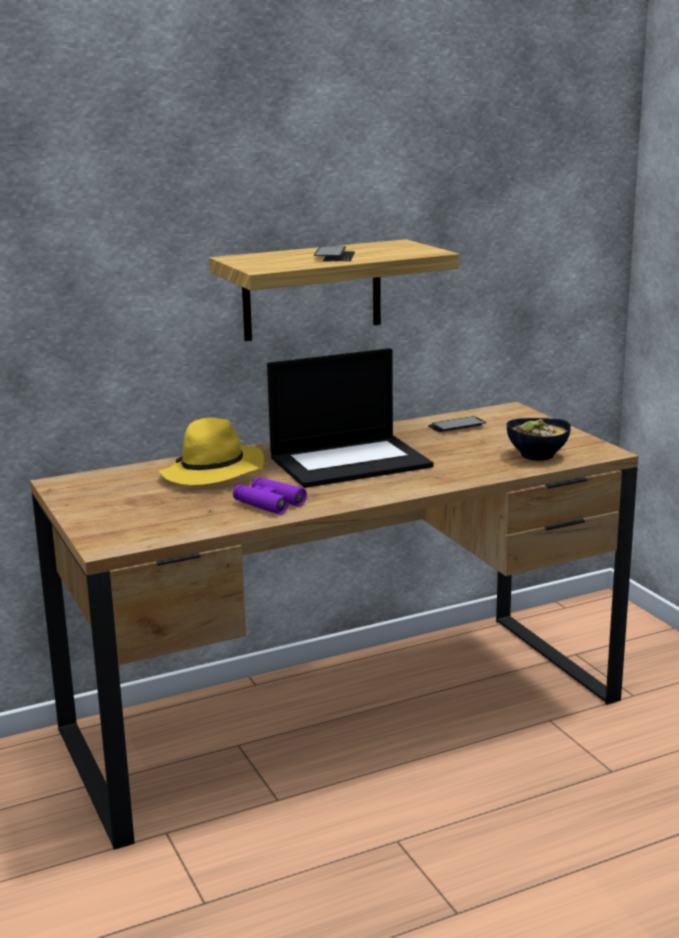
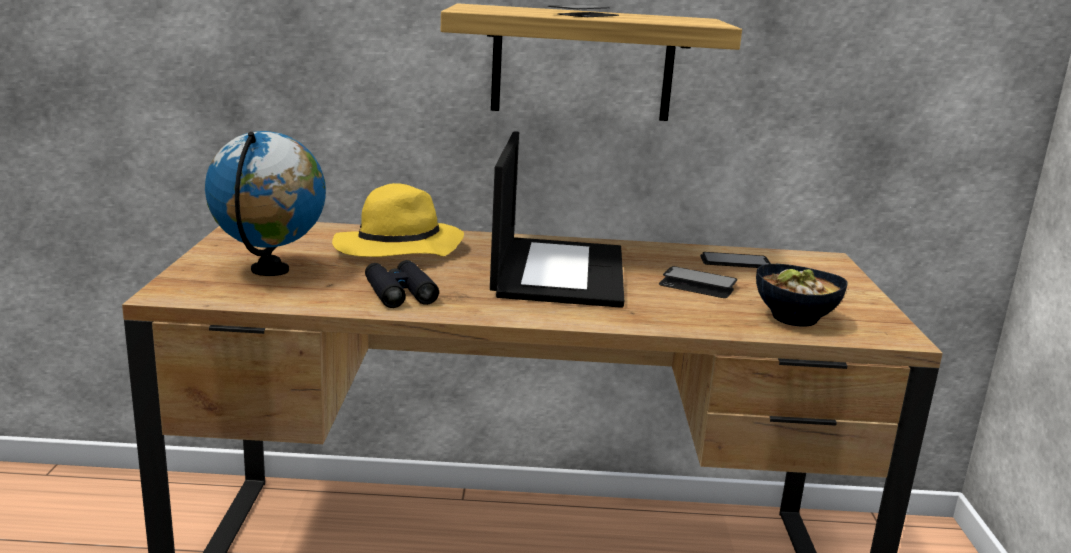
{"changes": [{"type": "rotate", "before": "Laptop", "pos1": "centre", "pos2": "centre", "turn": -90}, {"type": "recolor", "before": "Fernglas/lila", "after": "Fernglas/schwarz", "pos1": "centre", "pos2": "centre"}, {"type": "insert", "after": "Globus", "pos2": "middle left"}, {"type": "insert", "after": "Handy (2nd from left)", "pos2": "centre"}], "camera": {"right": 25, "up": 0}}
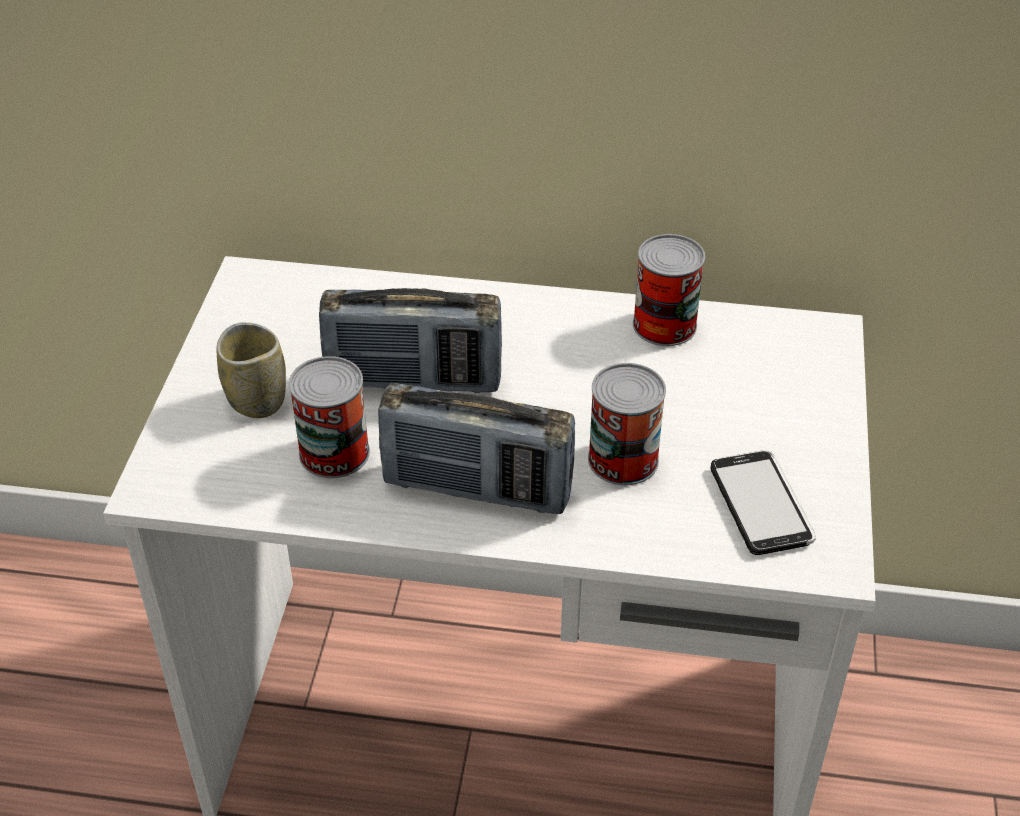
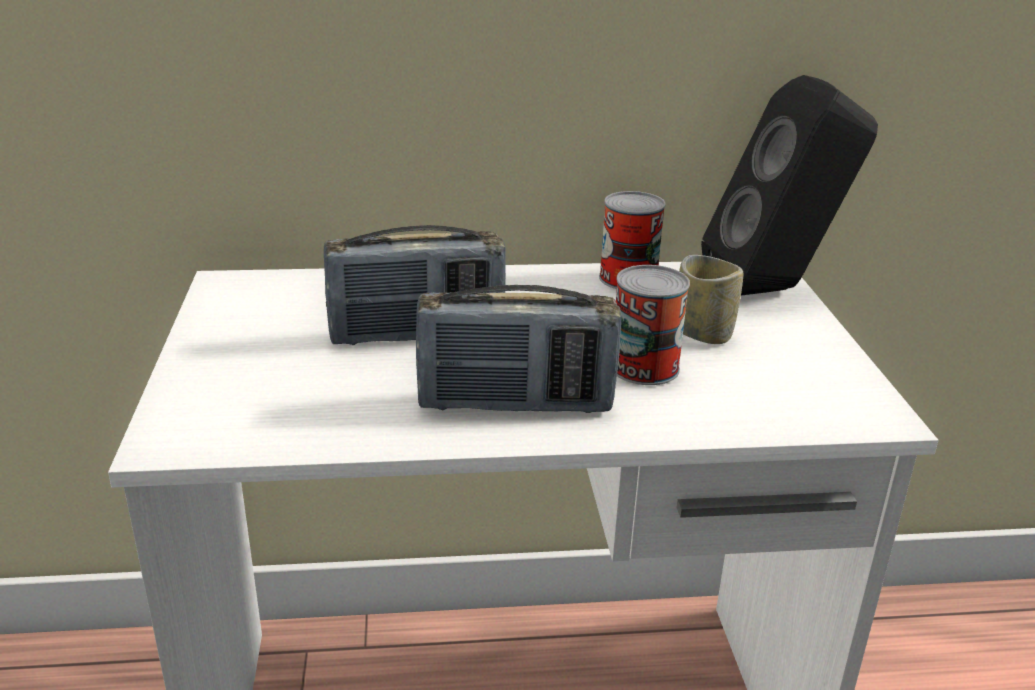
{"changes": [{"type": "move", "before": "Tasse", "pos1": "middle left", "pos2": "middle right"}, {"type": "delete", "before": "Dose (1st from left)", "pos1": "middle left"}, {"type": "delete", "before": "Handy", "pos1": "middle right"}, {"type": "insert", "after": "Lautsprecher/schwarz", "pos2": "top right"}], "camera": {"right": -15, "up": -15}}
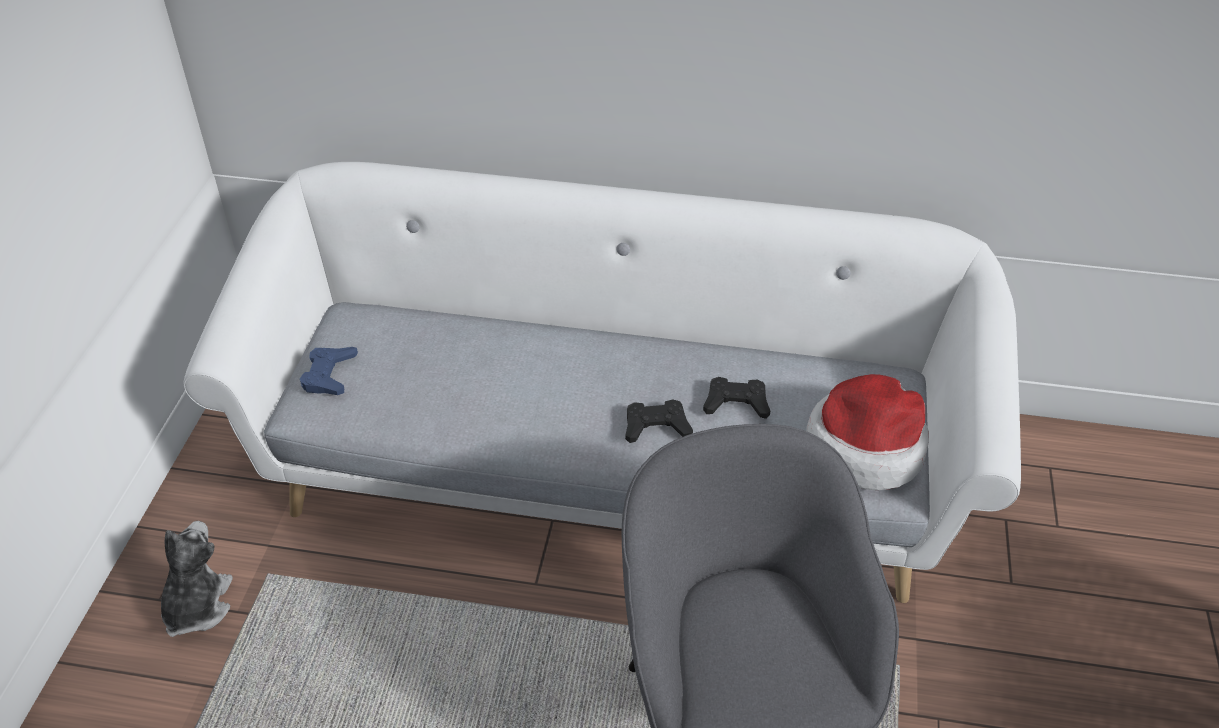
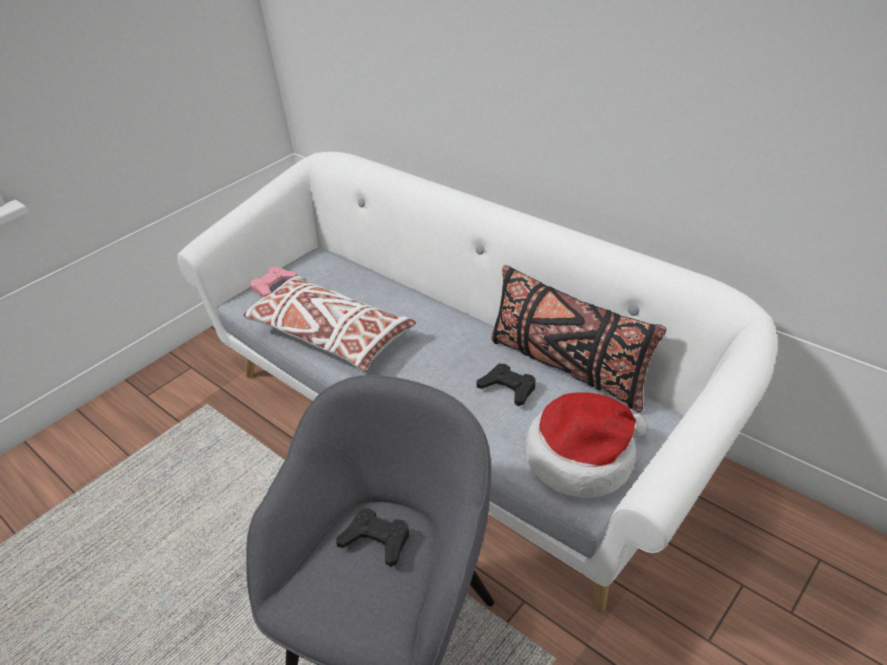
{"changes": [{"type": "recolor", "before": "Gamepad/blau", "after": "Gamepad/rosa", "pos1": "middle left", "pos2": "middle left"}, {"type": "move", "before": "Gamepad/schwarz (1st from left)", "pos1": "centre", "pos2": "bottom centre"}, {"type": "delete", "before": "Plüschtier", "pos1": "bottom left"}, {"type": "insert", "after": "Kissen/schwarz", "pos2": "centre"}, {"type": "insert", "after": "Kissen/weiß", "pos2": "centre"}], "camera": {"right": 35, "up": -5}}
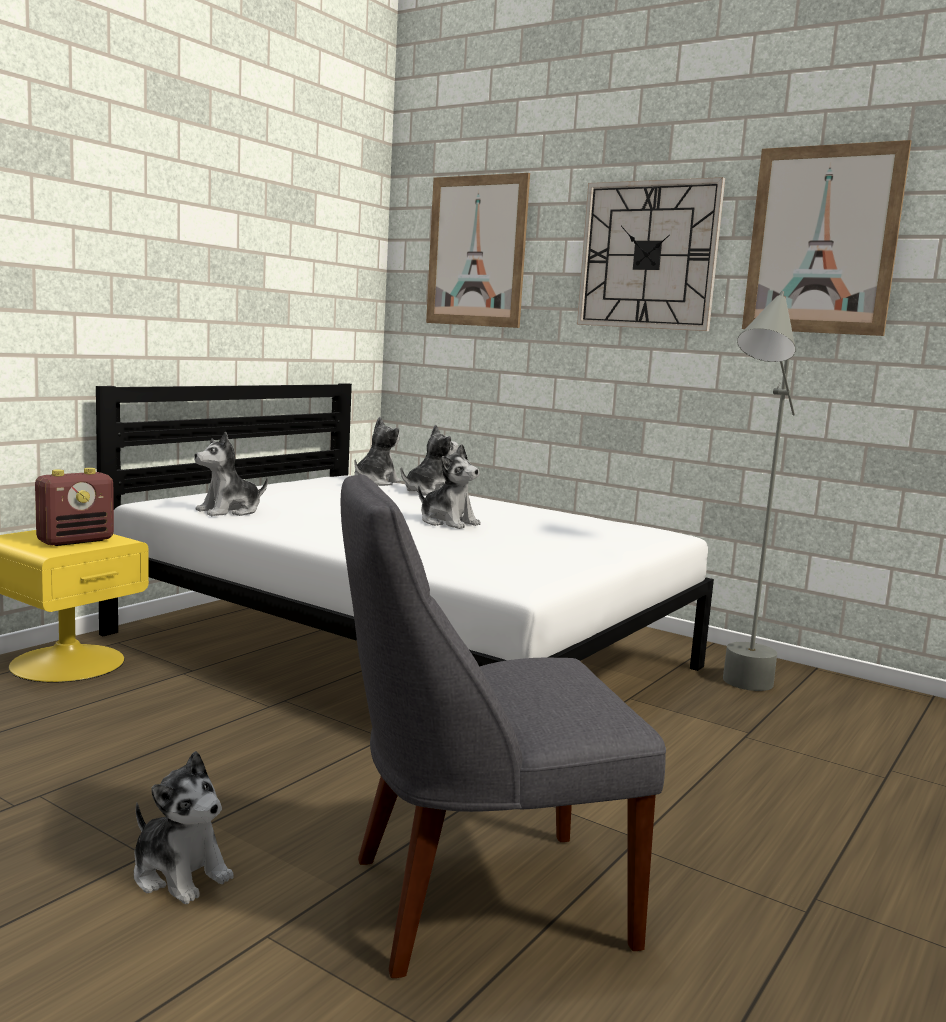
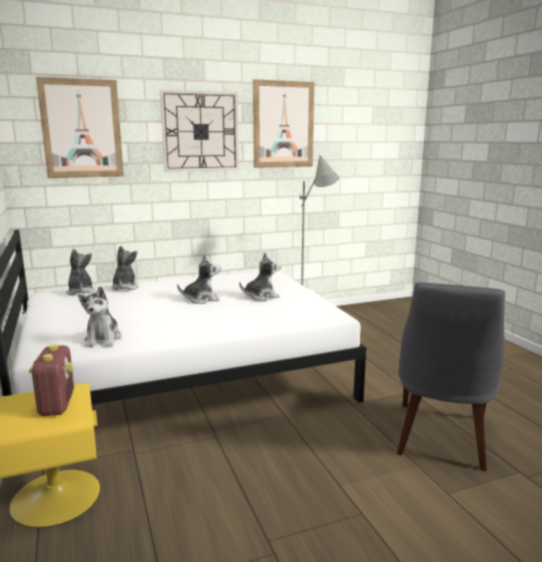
{"changes": [{"type": "move", "before": "Plüschtier (1st from left in the first image)", "after": "Plüschtier (5th from left)", "pos1": "bottom left", "pos2": "centre"}], "camera": {"right": -55, "up": 5}}
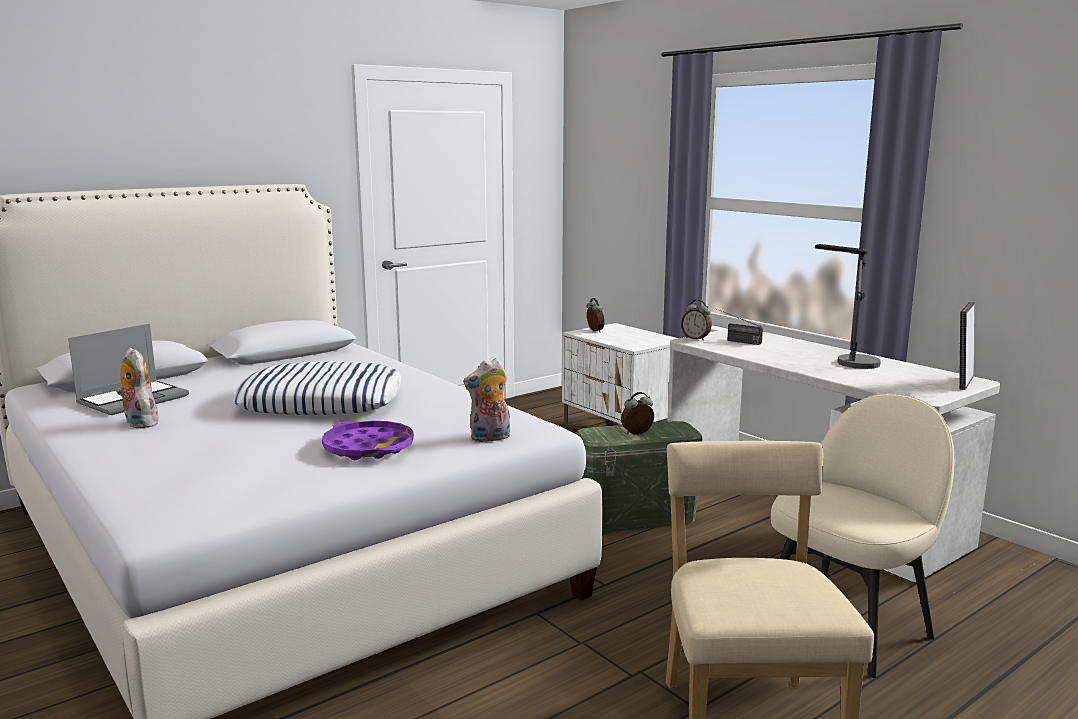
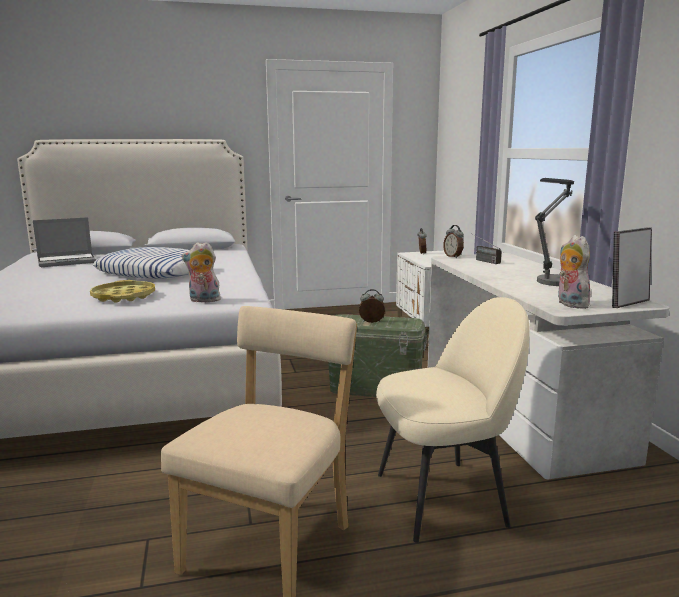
{"changes": [{"type": "move", "before": "Plüschtier (1st from left in the first image)", "after": "Plüschtier (2nd from left)", "pos1": "middle left", "pos2": "middle right"}, {"type": "recolor", "before": "Tablett/lila", "after": "Tablett/gelb", "pos1": "centre", "pos2": "middle left"}], "camera": {"right": 25, "up": 0}}
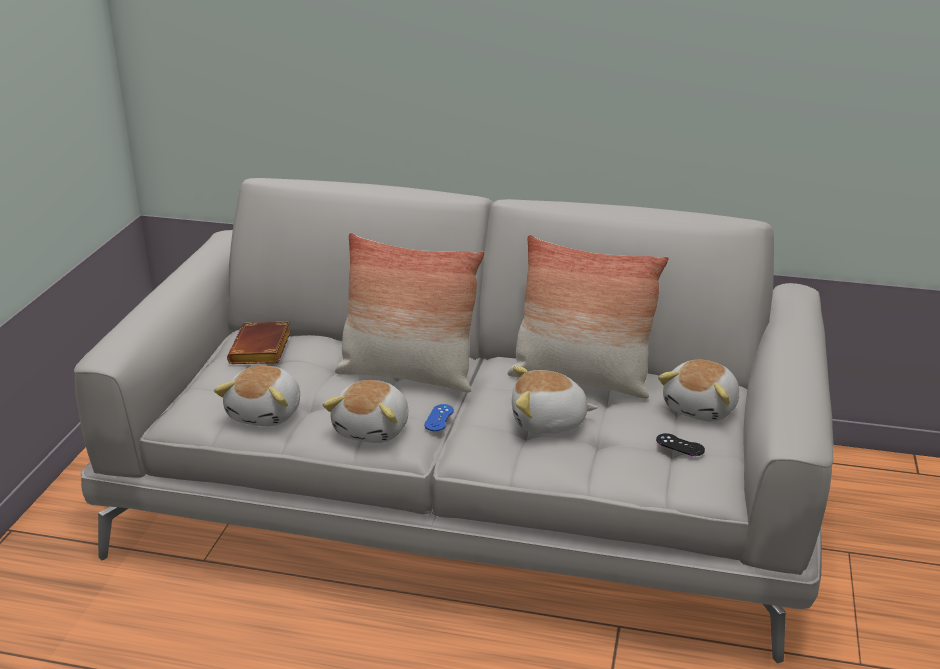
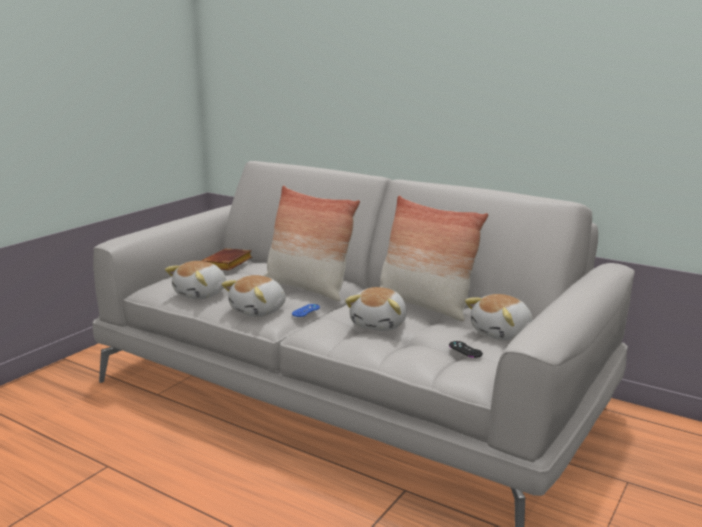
{"changes": [{"type": "rotate", "before": "Plüschtier (3rd from left)", "pos1": "centre", "pos2": "centre", "turn": -90}], "camera": {"right": 20, "up": -10}}
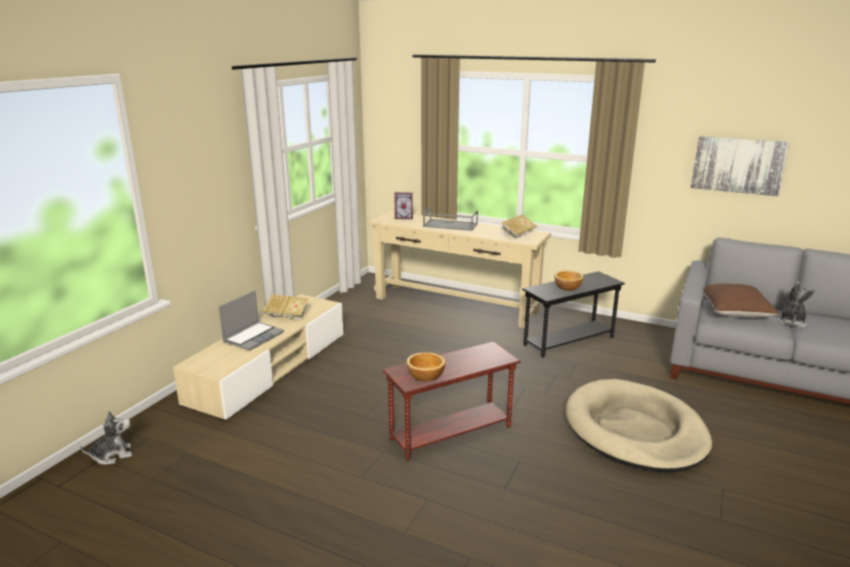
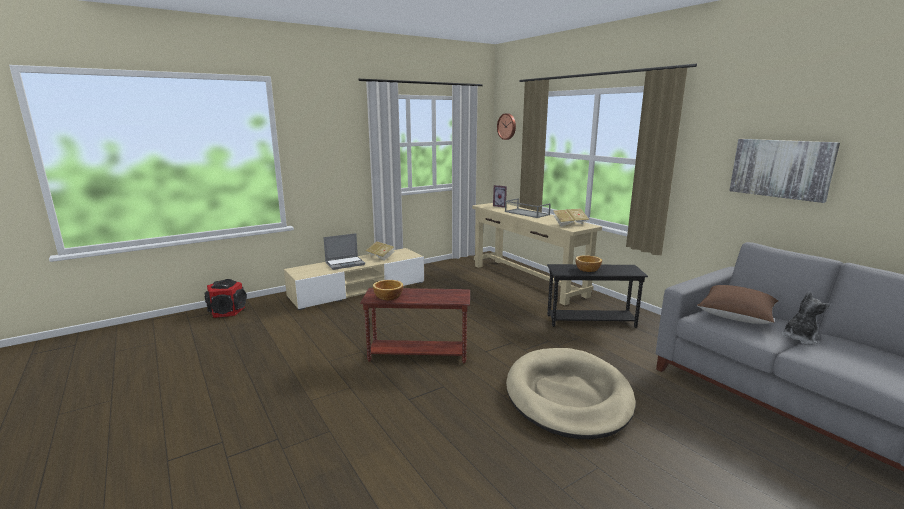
{"changes": [{"type": "replace", "before": "Plüschtier (1st from left)", "after": "Lautsprecher", "pos1": "bottom left", "pos2": "middle left"}, {"type": "insert", "after": "Wanduhr", "pos2": "top centre"}], "camera": {"right": 30, "up": -5}}
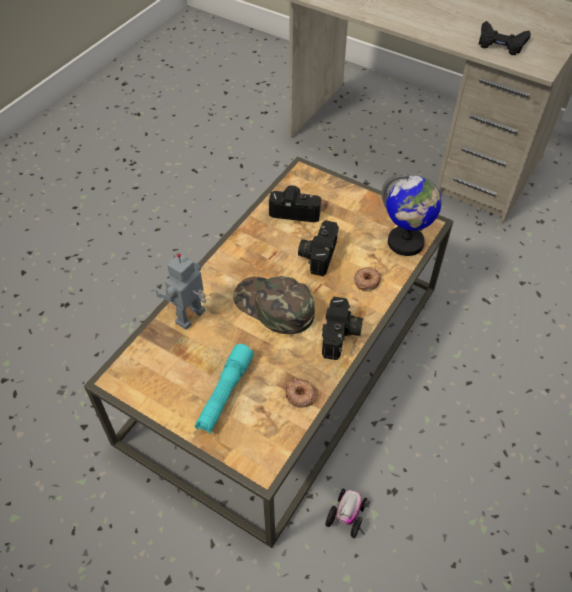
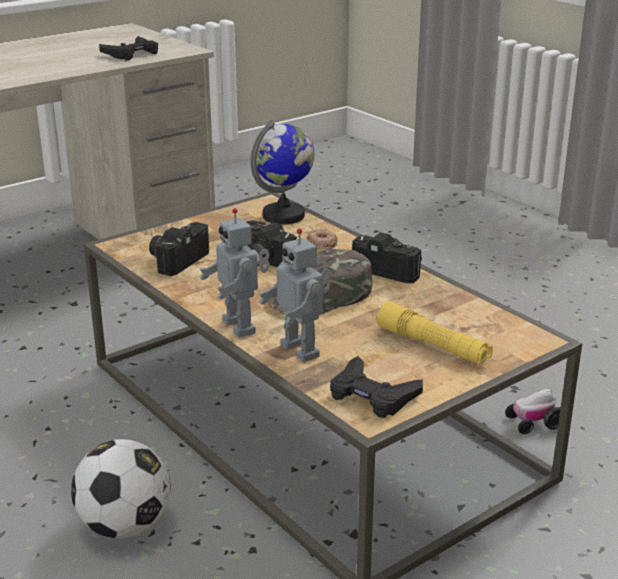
{"changes": [{"type": "recolor", "before": "Taschenlampe/türkis", "after": "Taschenlampe/gelb", "pos1": "centre", "pos2": "middle right"}, {"type": "delete", "before": "Donut (1st from left)", "pos1": "centre"}, {"type": "rotate", "before": "Spielzeugauto", "pos1": "bottom centre", "pos2": "bottom right", "turn": -60}, {"type": "insert", "after": "Spielzeugroboter (1st from left)", "pos2": "centre"}, {"type": "insert", "after": "Gamepad/schwarz (2nd from left)", "pos2": "bottom centre"}, {"type": "insert", "after": "Fußball", "pos2": "bottom left"}], "camera": {"right": -70, "up": -25}}
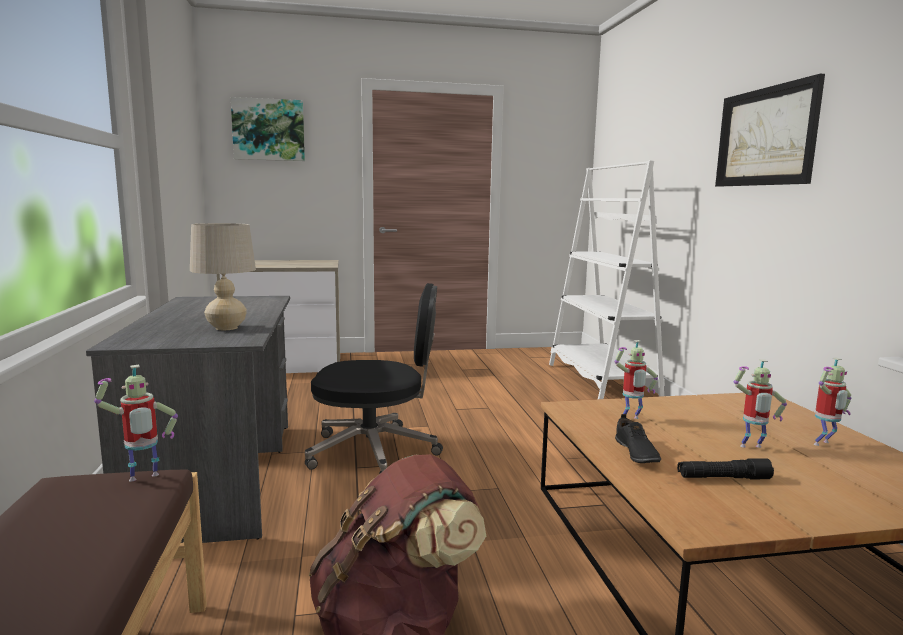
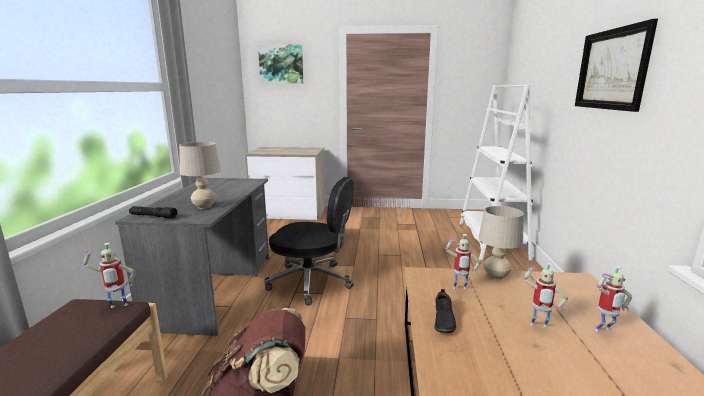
{"changes": [{"type": "move", "before": "Taschenlampe/schwarz", "pos1": "bottom right", "pos2": "middle left"}, {"type": "insert", "after": "Tischlampe/beige (2nd from left)", "pos2": "middle right"}], "camera": {"right": 15, "up": 5}}
